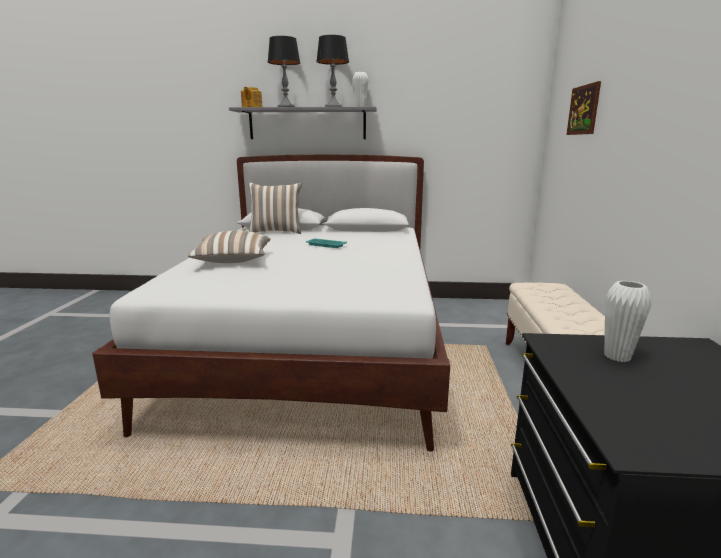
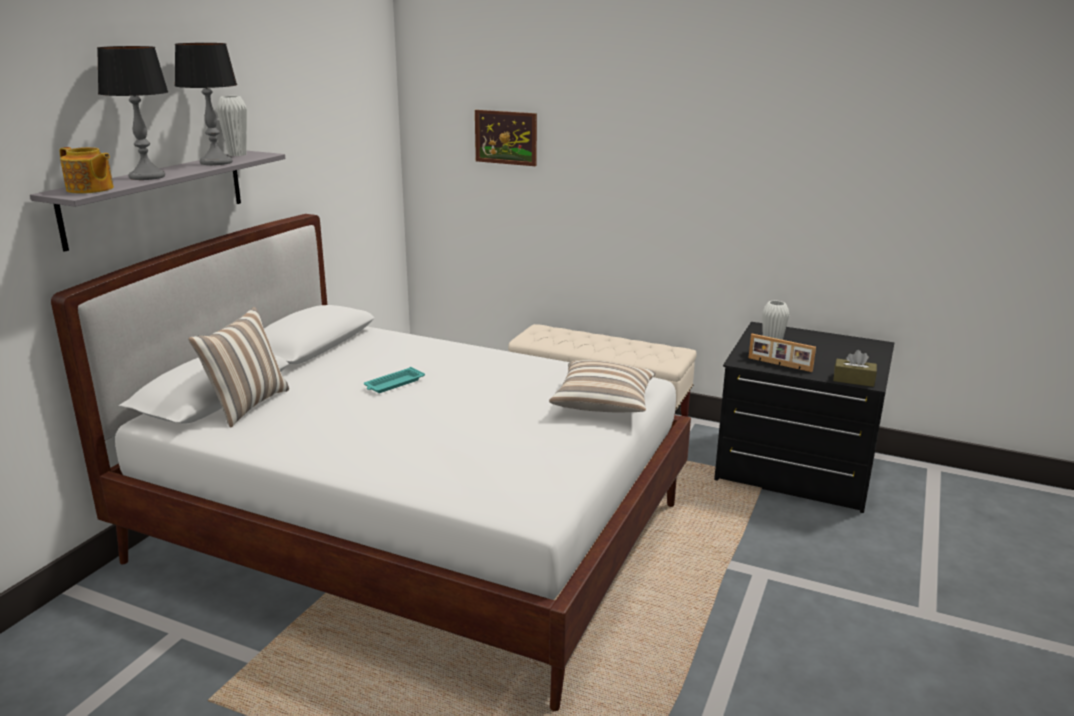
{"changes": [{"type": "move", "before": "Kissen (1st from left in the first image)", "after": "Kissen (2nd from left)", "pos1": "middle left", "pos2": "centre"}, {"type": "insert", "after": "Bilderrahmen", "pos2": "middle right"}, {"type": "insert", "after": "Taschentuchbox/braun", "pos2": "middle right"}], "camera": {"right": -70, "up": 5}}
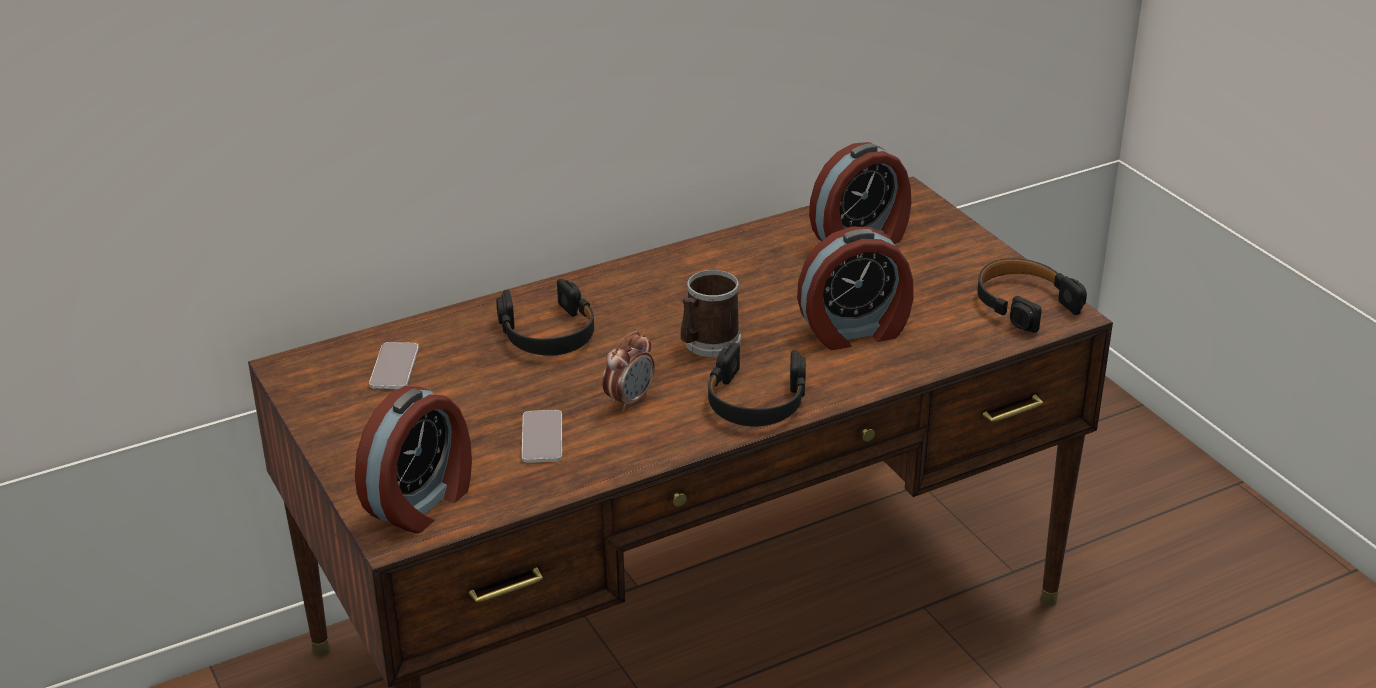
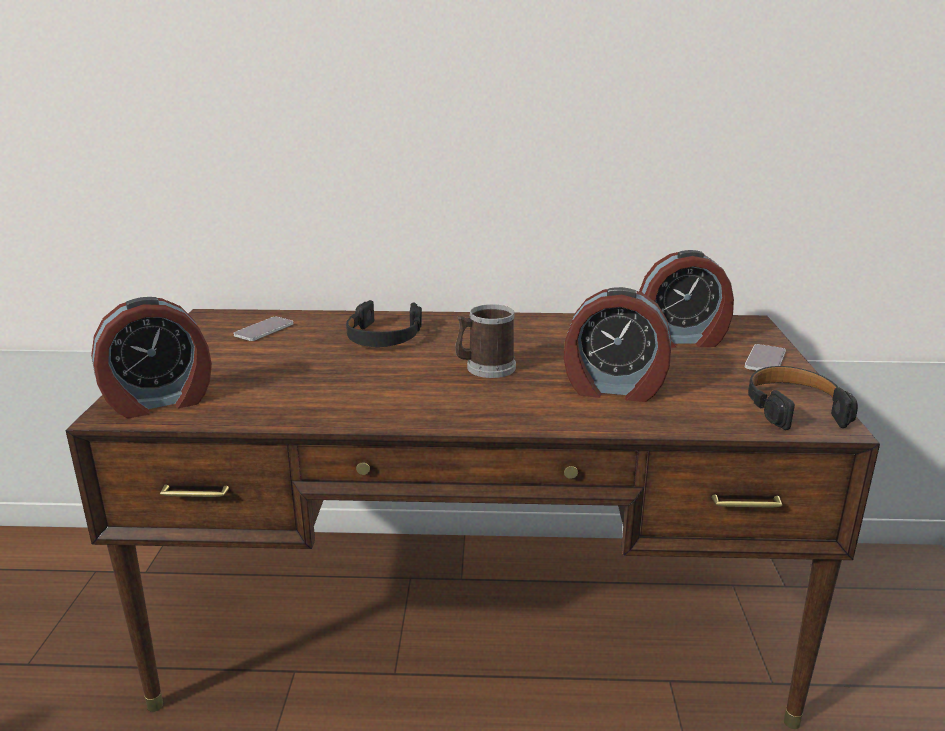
{"changes": [{"type": "delete", "before": "Wecker (2nd from left)", "pos1": "centre"}, {"type": "delete", "before": "Kopfhörer/schwarz (2nd from left)", "pos1": "centre"}, {"type": "move", "before": "Handy (2nd from left)", "pos1": "centre", "pos2": "middle right"}], "camera": {"right": 30, "up": -10}}
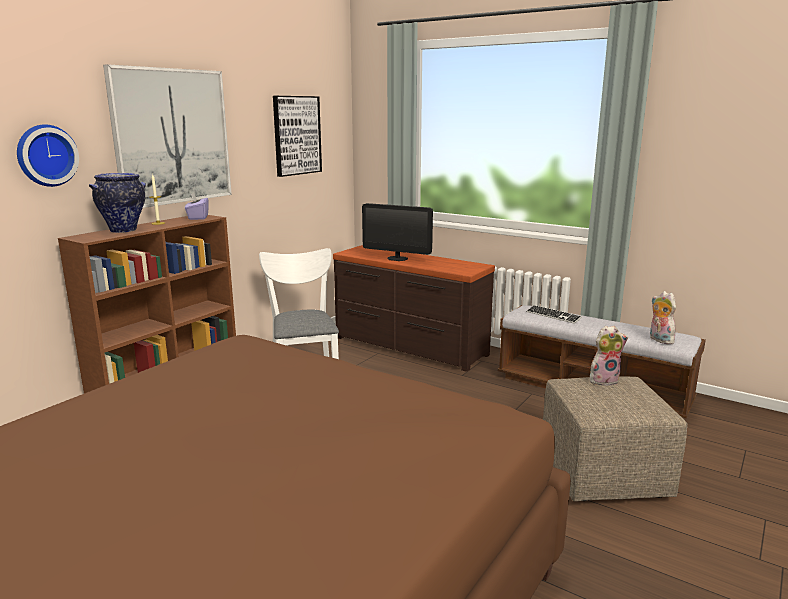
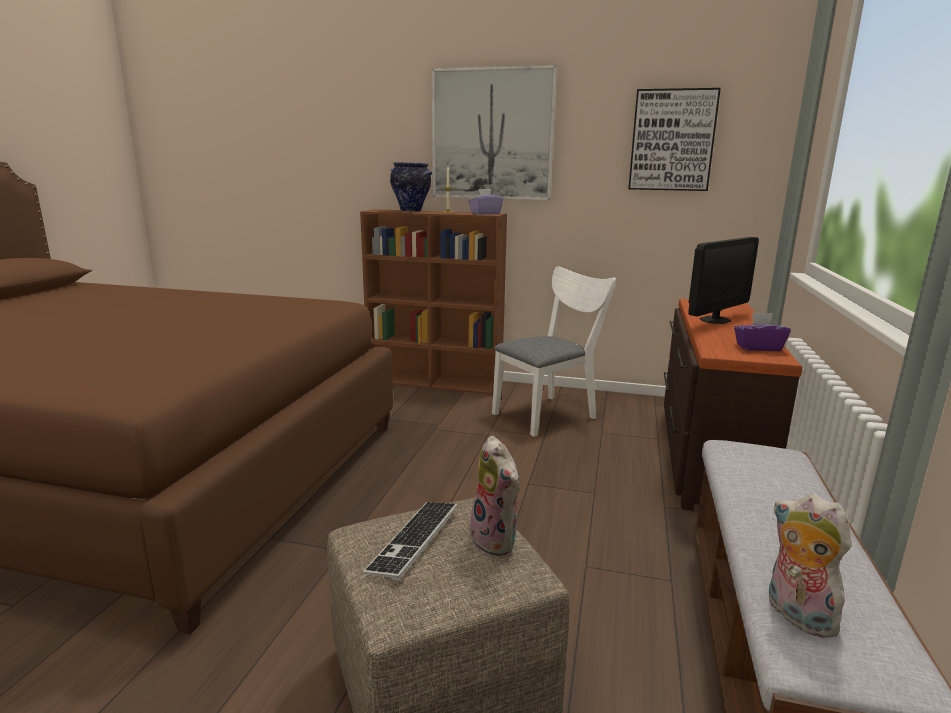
{"changes": [{"type": "delete", "before": "Wanduhr", "pos1": "top left"}, {"type": "rotate", "before": "Monitor", "pos1": "centre", "pos2": "middle right", "turn": -135}, {"type": "rotate", "before": "Plüschtier (2nd from left)", "pos1": "middle right", "pos2": "bottom right", "turn": -75}, {"type": "move", "before": "Tastatur", "pos1": "middle right", "pos2": "bottom centre"}, {"type": "insert", "after": "Taschentuchbox/lila (2nd from left)", "pos2": "middle right"}], "camera": {"right": 70, "up": 0}}
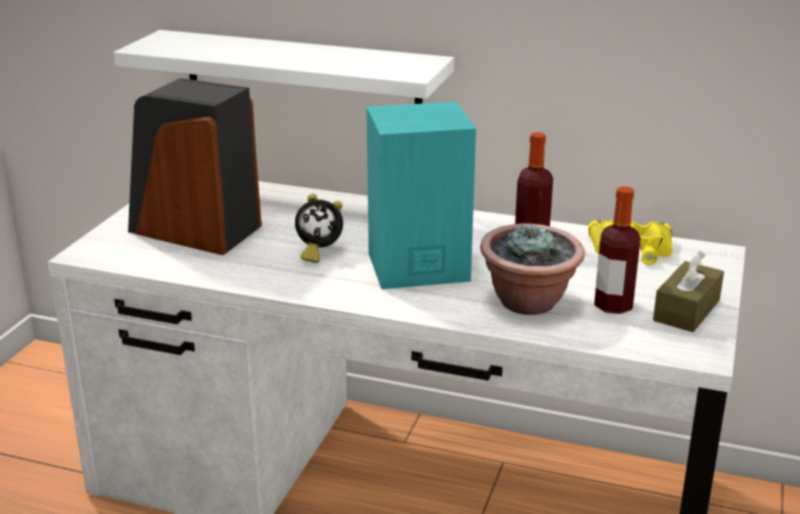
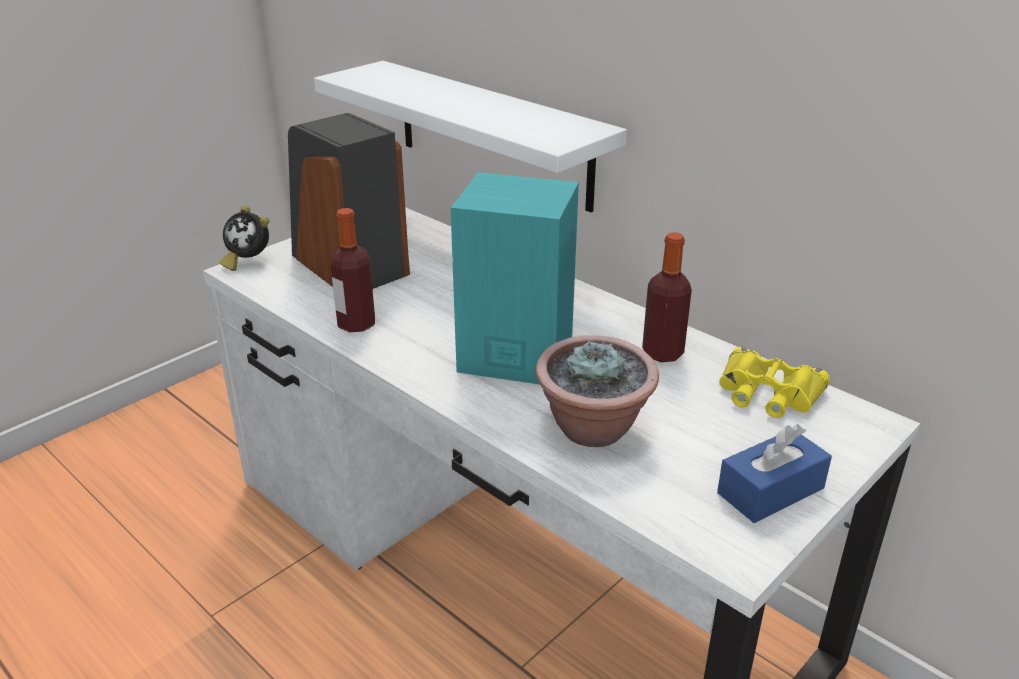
{"changes": [{"type": "move", "before": "Flasche (2nd from left in the first image)", "after": "Flasche (1st from left)", "pos1": "middle right", "pos2": "centre"}, {"type": "move", "before": "Wecker", "pos1": "centre", "pos2": "middle left"}, {"type": "recolor", "before": "Taschentuchbox/braun", "after": "Taschentuchbox/blau", "pos1": "middle right", "pos2": "bottom right"}], "camera": {"right": 25, "up": 5}}
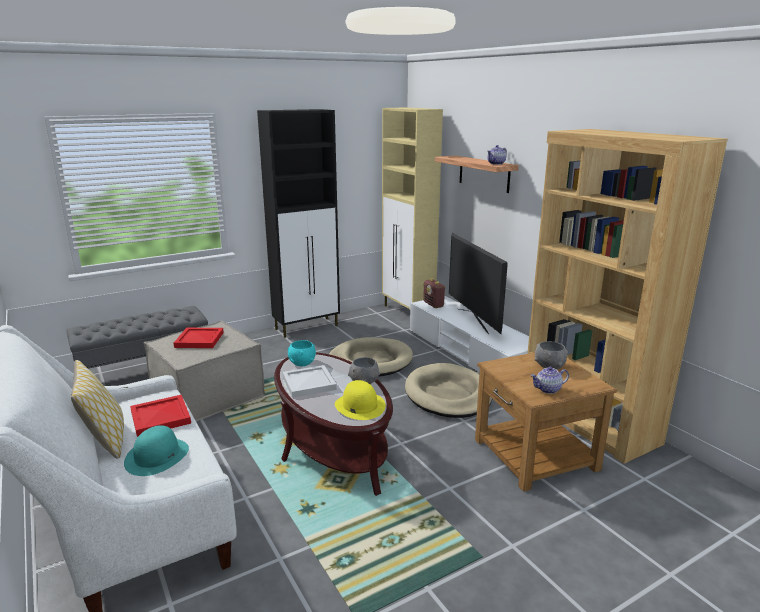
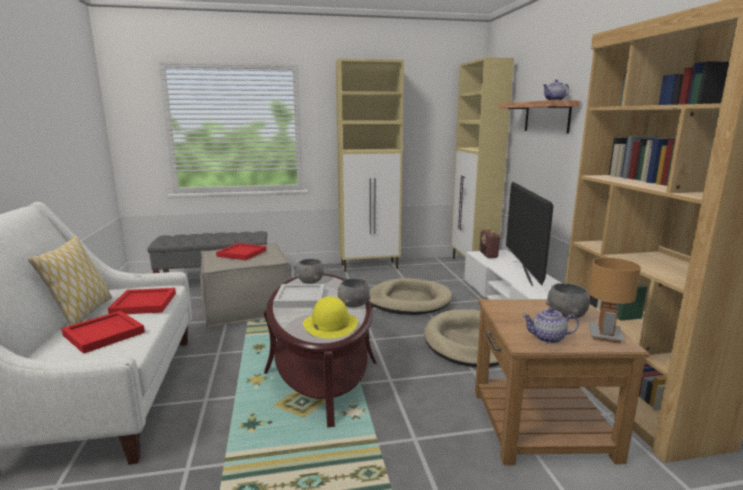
{"changes": [{"type": "recolor", "before": "Schrank/schwarz", "after": "Schrank/beige (1st from left)", "pos1": "centre", "pos2": "centre"}, {"type": "recolor", "before": "Schüssel/türkis", "after": "Schüssel/grau (1st from left)", "pos1": "centre", "pos2": "centre"}, {"type": "replace", "before": "Hut/türkis", "after": "Tablett/rot (1st from left)", "pos1": "bottom left", "pos2": "bottom left"}, {"type": "insert", "after": "Tischlampe/braun", "pos2": "middle right"}], "camera": {"right": 20, "up": -5}}
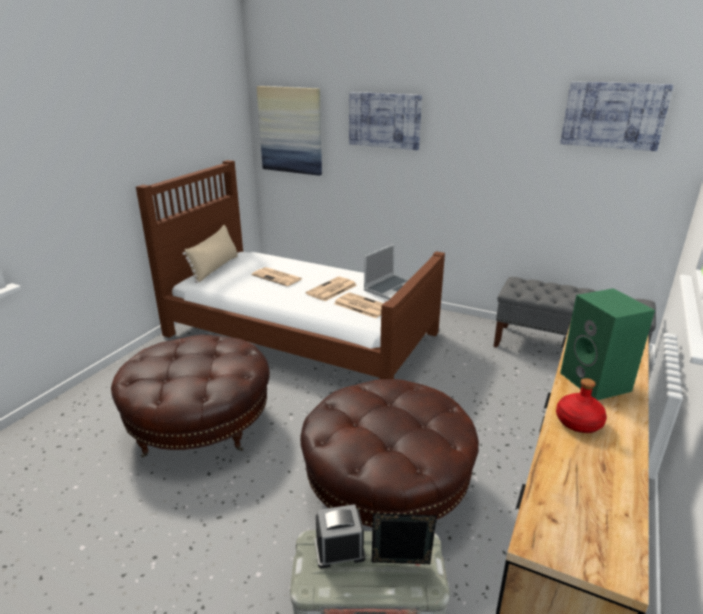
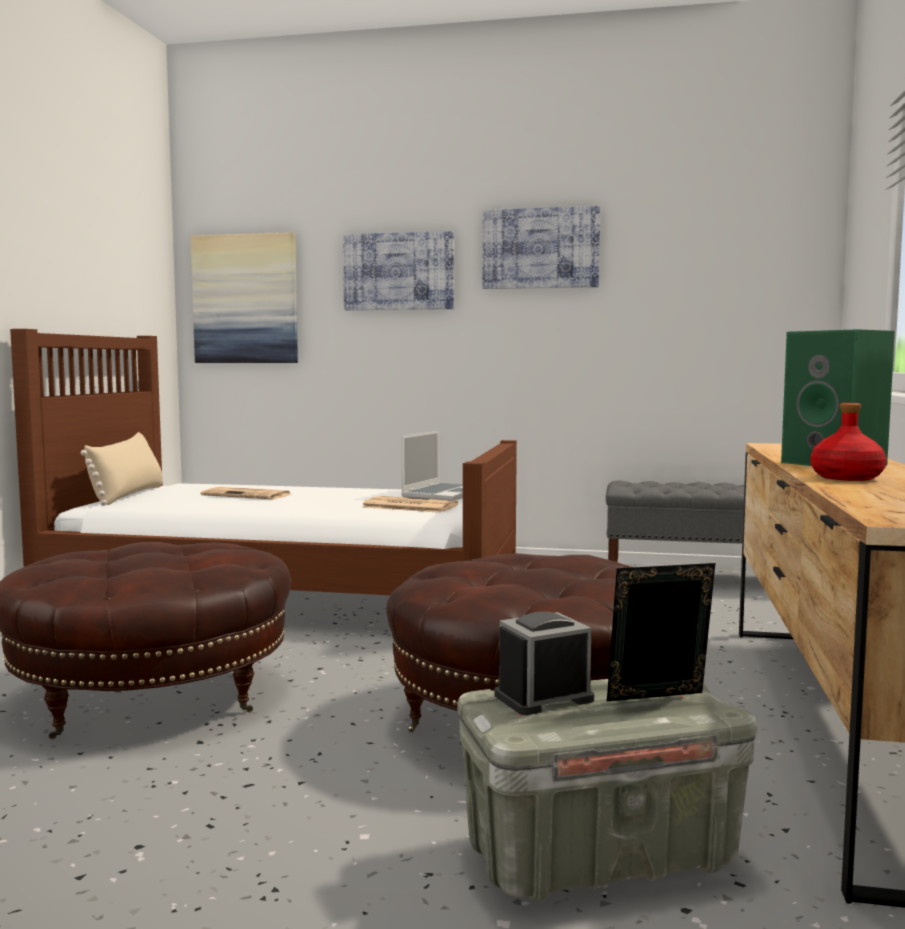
{"changes": [{"type": "move", "before": "Bild (3rd from left)", "pos1": "top right", "pos2": "top centre"}, {"type": "delete", "before": "Zeitung (2nd from left)", "pos1": "centre"}], "camera": {"right": -15, "up": -20}}
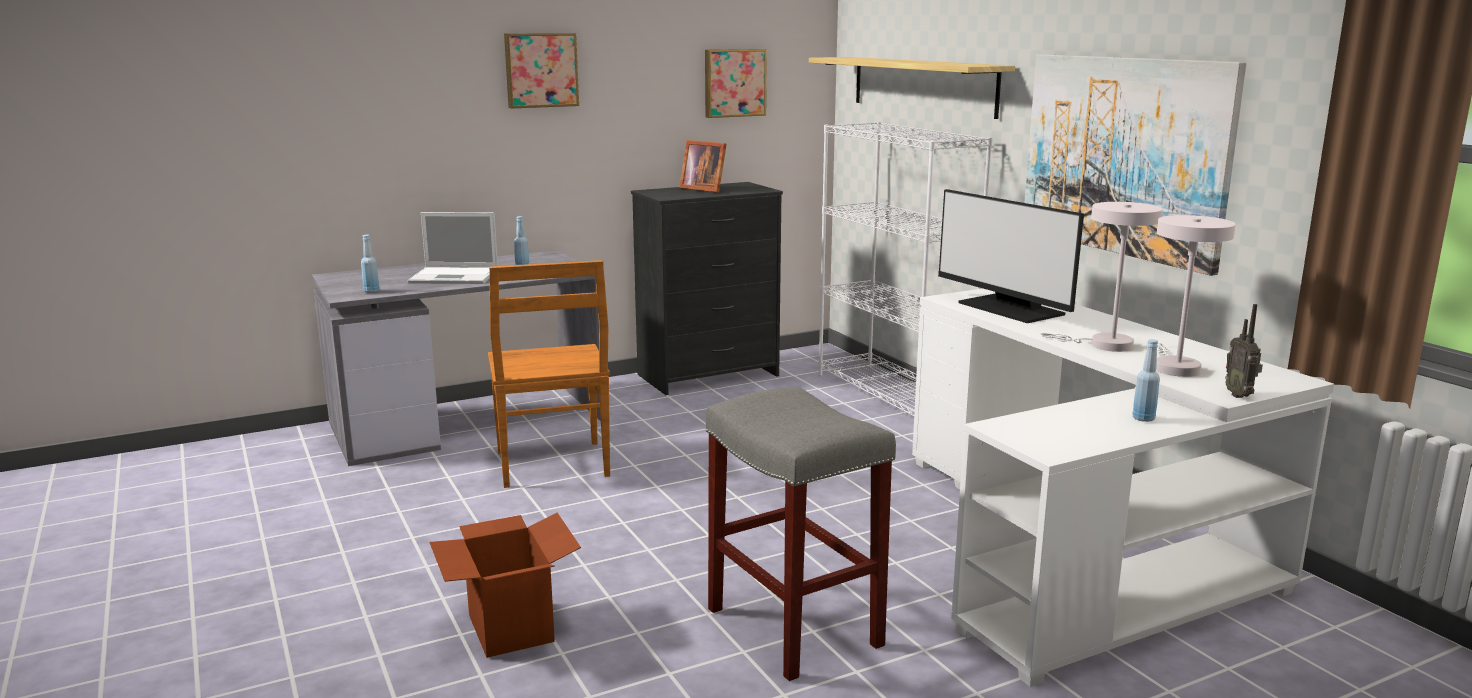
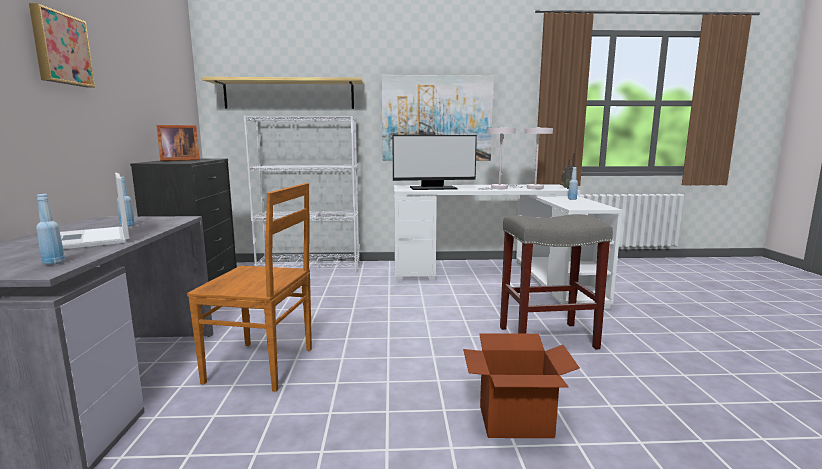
{"changes": [{"type": "delete", "before": "Bild (2nd from left)", "pos1": "top centre"}, {"type": "rotate", "before": "Laptop", "pos1": "middle left", "pos2": "middle left", "turn": 120}], "camera": {"right": -65, "up": -5}}
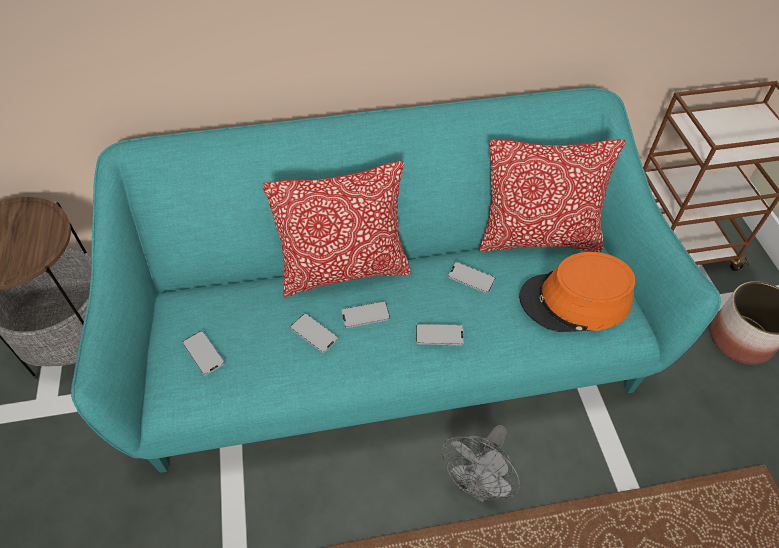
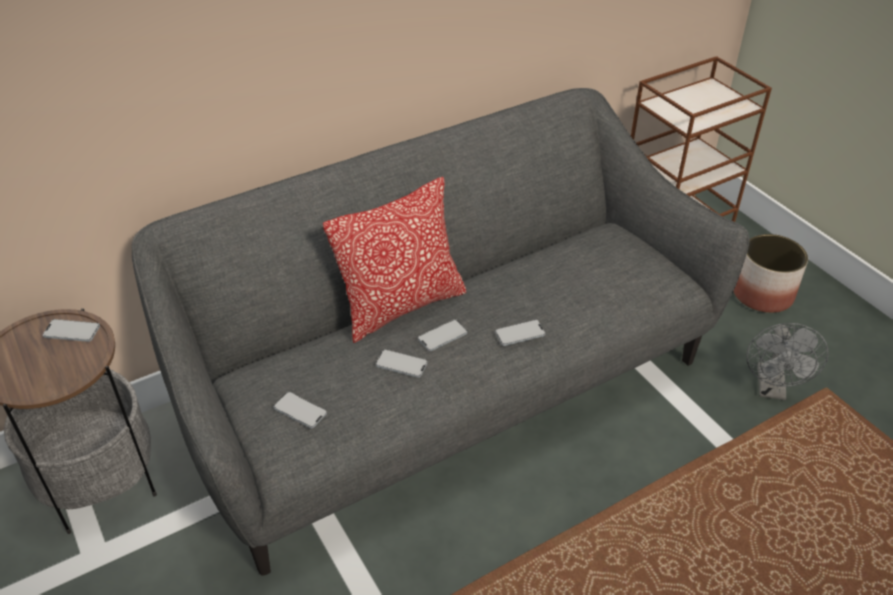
{"changes": [{"type": "recolor", "before": "Sofa/türkis", "after": "Sofa/grau", "pos1": "centre", "pos2": "centre"}, {"type": "delete", "before": "Kissen (2nd from left)", "pos1": "middle right"}, {"type": "delete", "before": "Hut/orange", "pos1": "middle right"}, {"type": "move", "before": "Handy (5th from left in the first image)", "after": "Handy (1st from left)", "pos1": "centre", "pos2": "middle left"}, {"type": "move", "before": "Ventilator/grau", "pos1": "bottom centre", "pos2": "middle right"}], "camera": {"right": -20, "up": -10}}
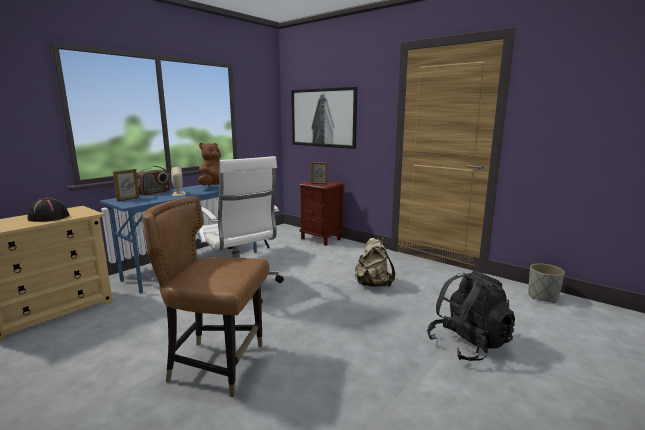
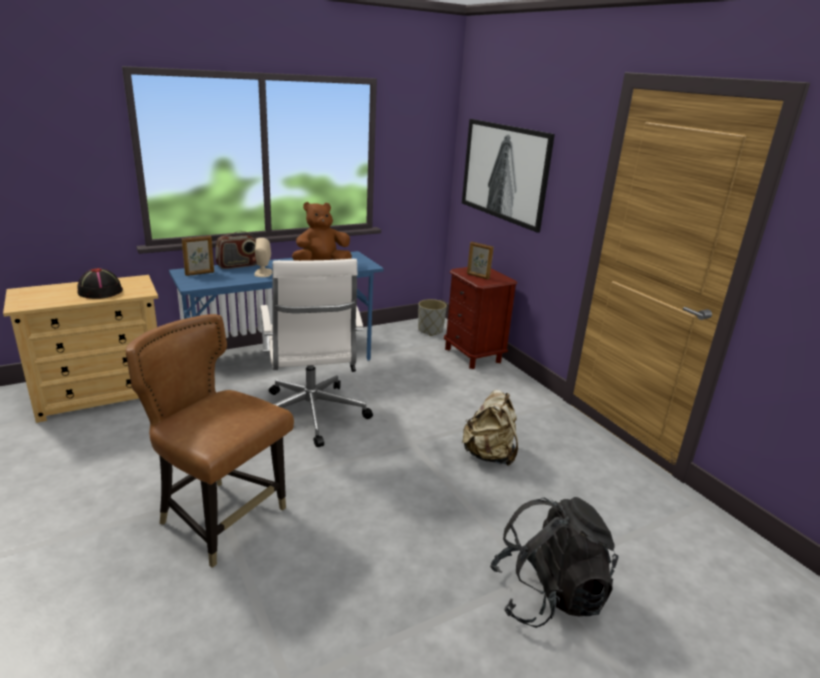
{"changes": [{"type": "move", "before": "Pflanzkübel/grau", "pos1": "middle right", "pos2": "centre"}], "camera": {"right": 20, "up": 10}}
